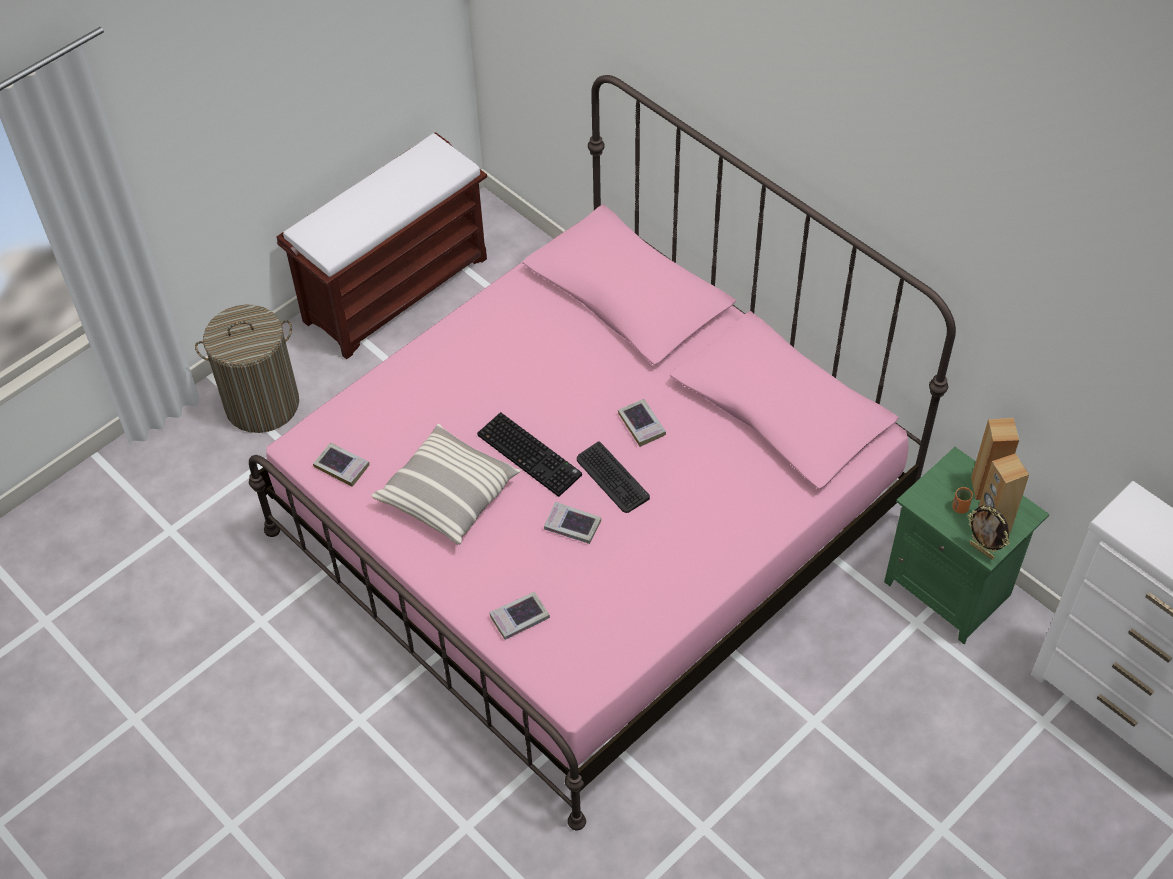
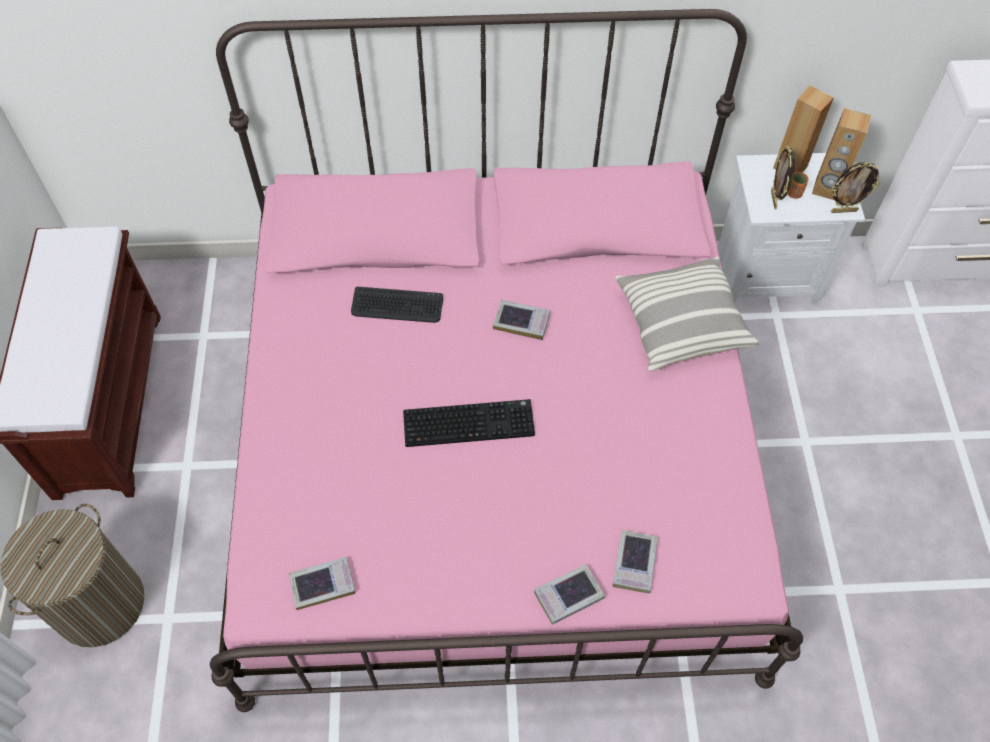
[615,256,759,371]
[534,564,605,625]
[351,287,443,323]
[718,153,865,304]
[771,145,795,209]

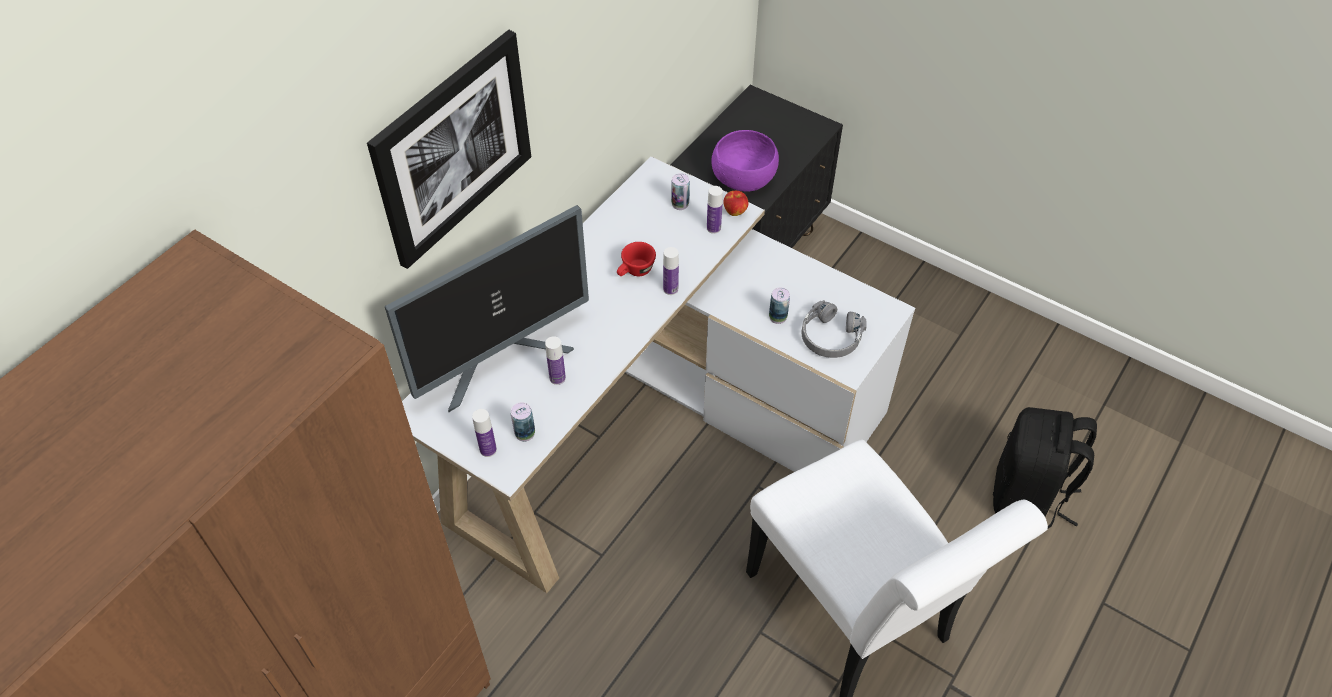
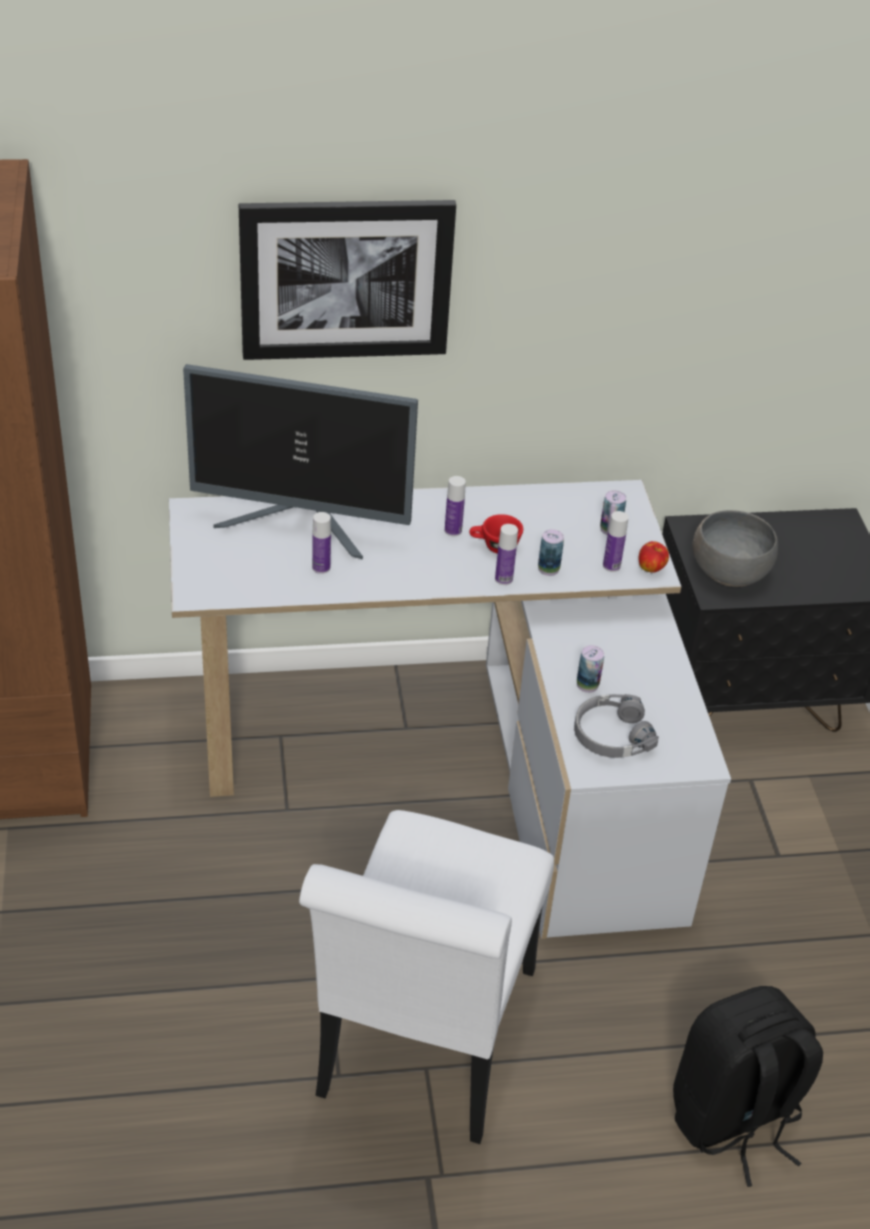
[445,476,466,536]
[538,529,564,576]
[692,510,778,587]

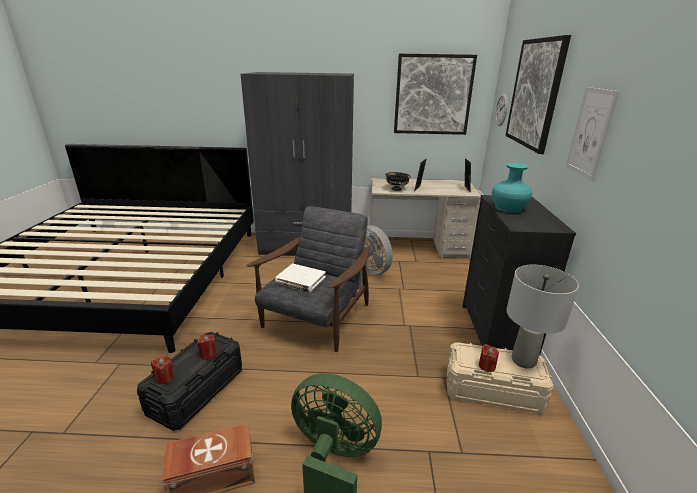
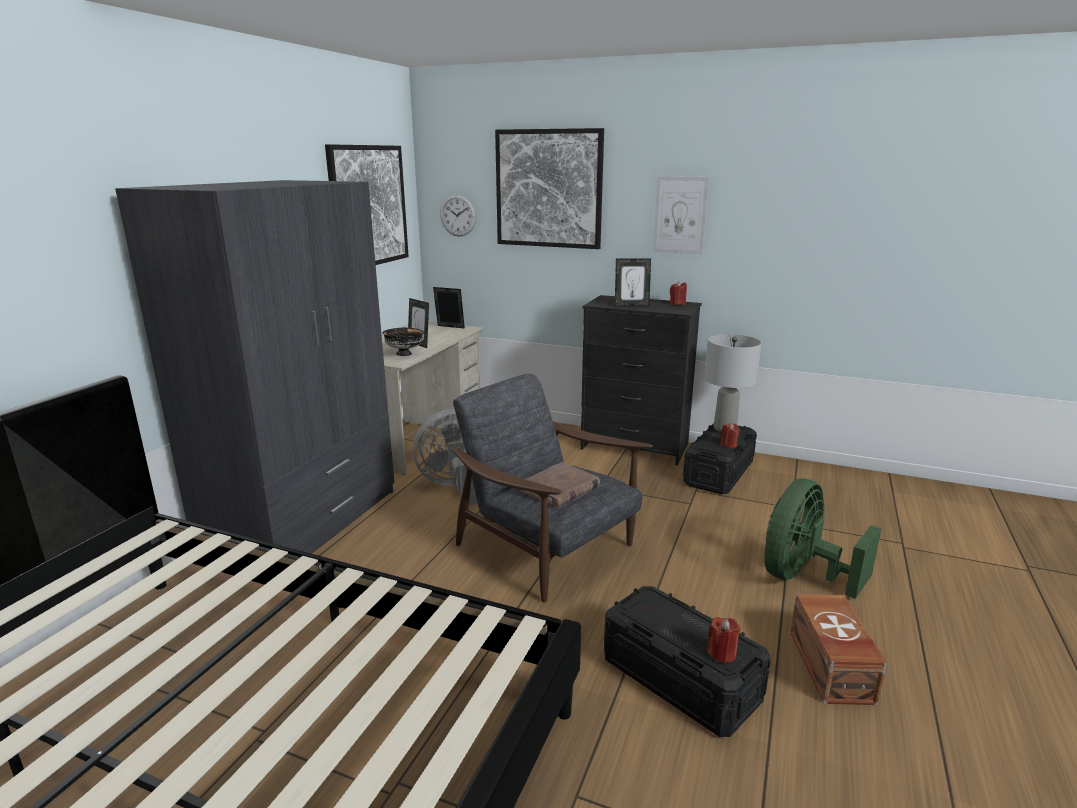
[670,281,687,305]
[520,462,600,507]
[683,423,757,494]
[615,258,651,307]

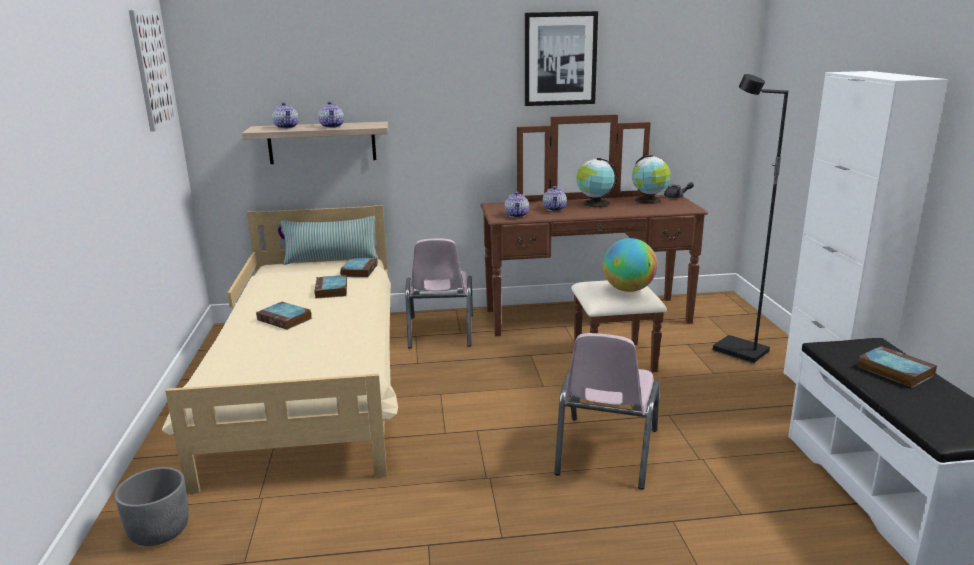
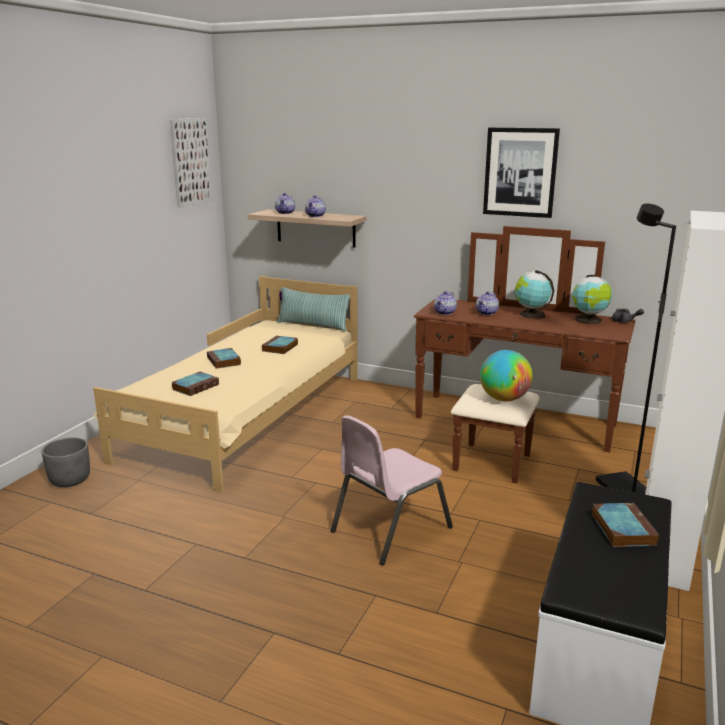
[171,372,219,396]
[405,239,473,348] (first image)

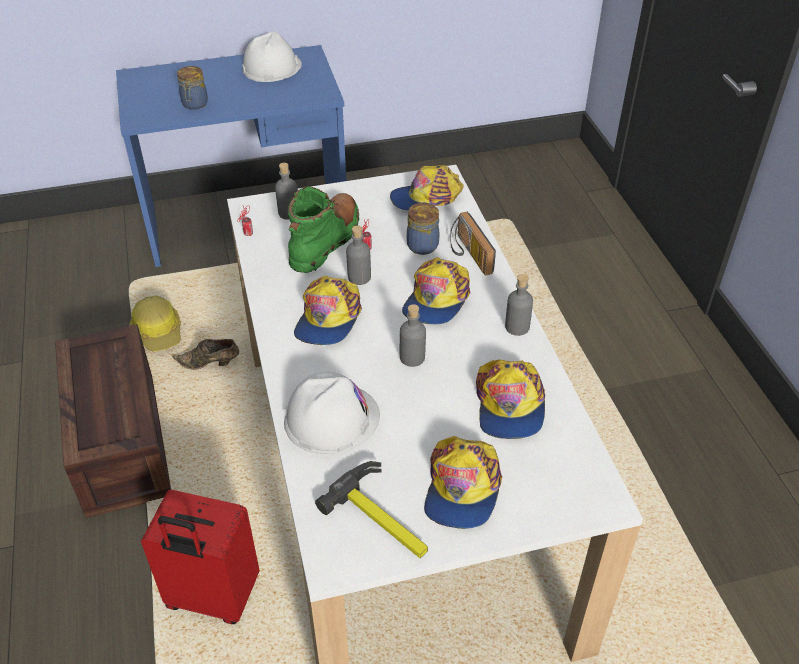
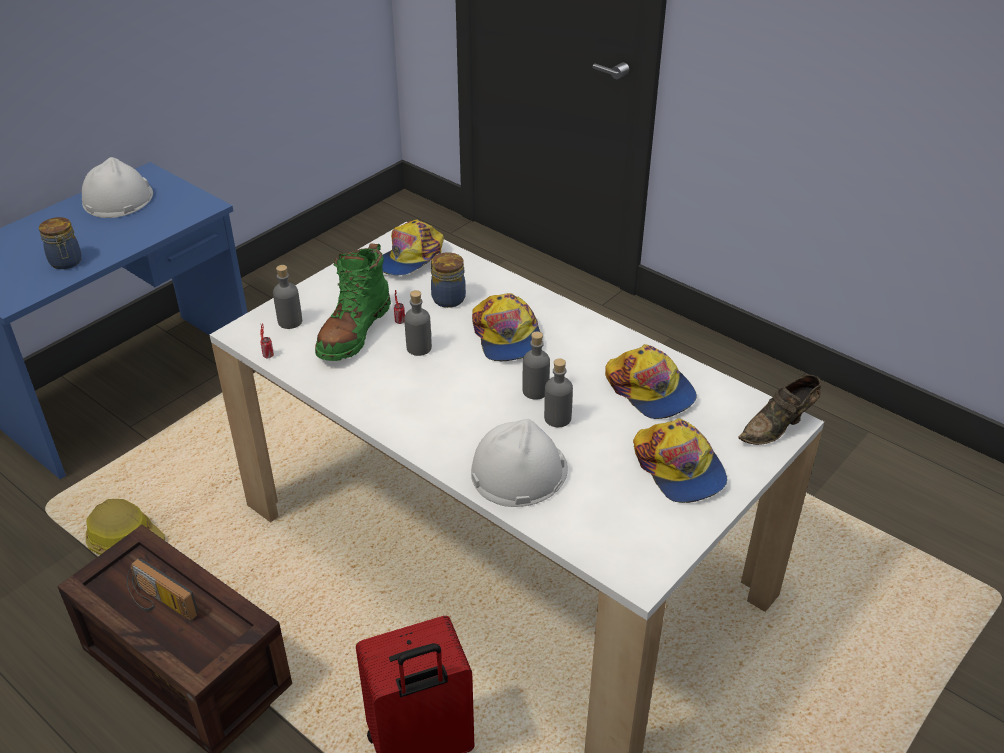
[738,375,821,445]
[315,244,391,361]
[294,276,362,345] (first image)
[315,461,428,558] (first image)
[127,559,198,621]
[544,358,573,427]

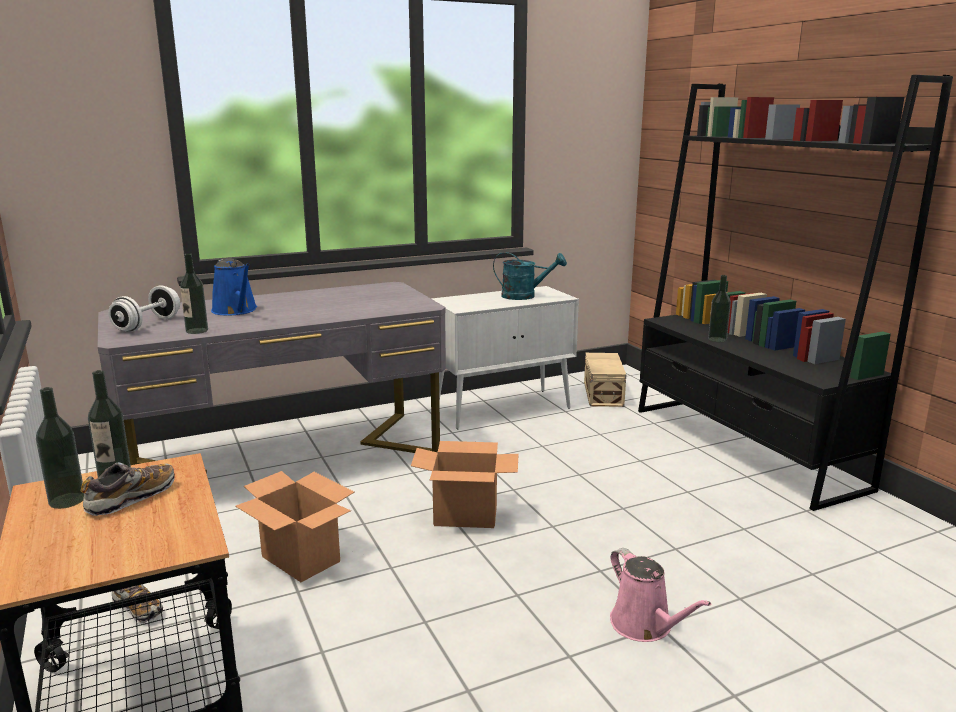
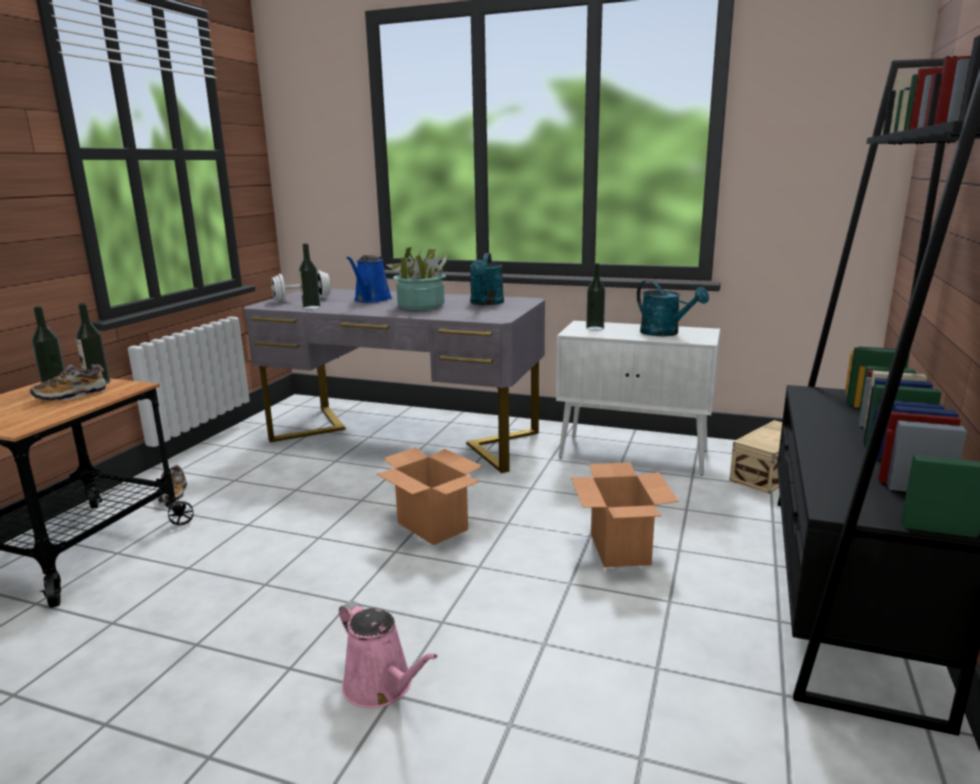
[29,364,106,401]
[571,462,679,568]
[339,601,438,708]
[586,263,605,331]
[387,247,446,310]
[469,253,504,305]

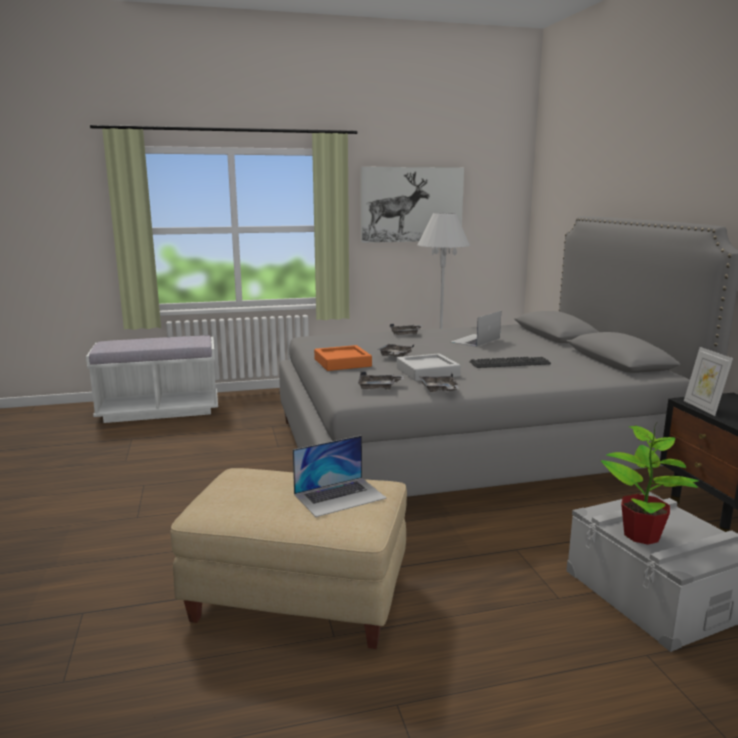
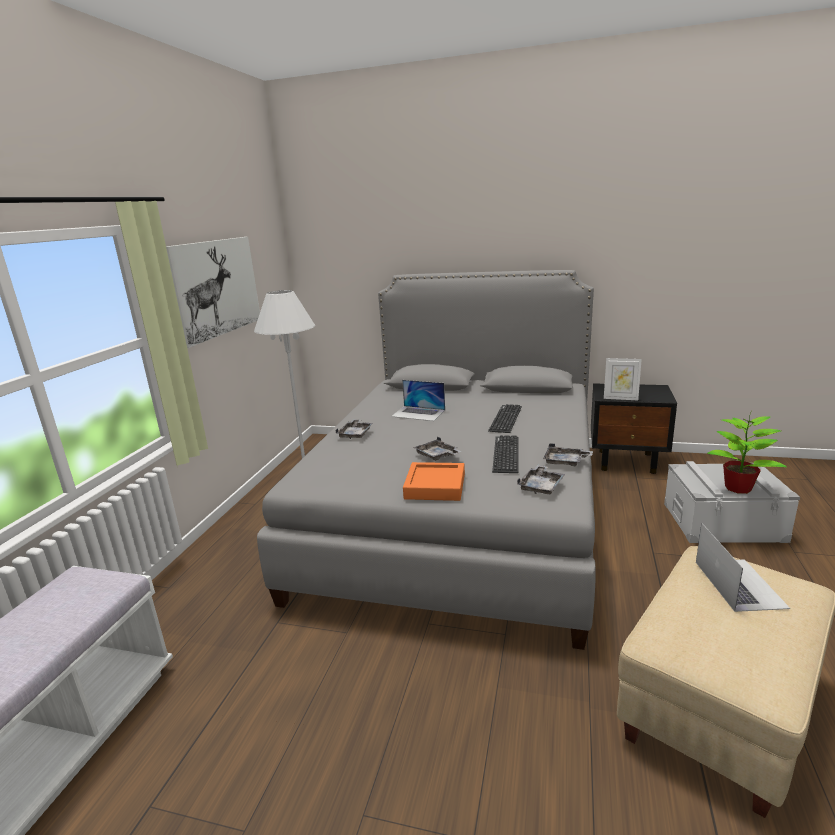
[492,435,519,473]
[391,380,445,421]

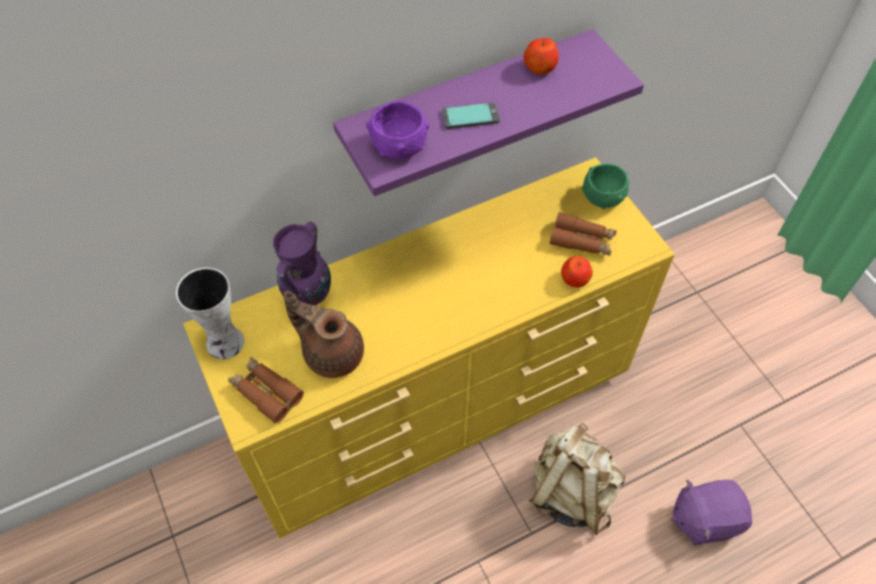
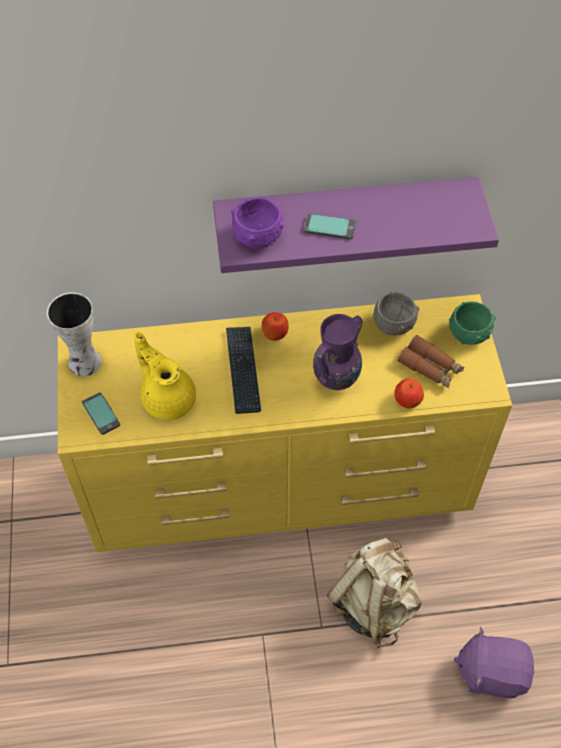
[82,392,120,435]
[313,314,362,390]
[134,332,196,420]
[262,312,289,341]
[226,327,261,414]
[373,292,419,335]

